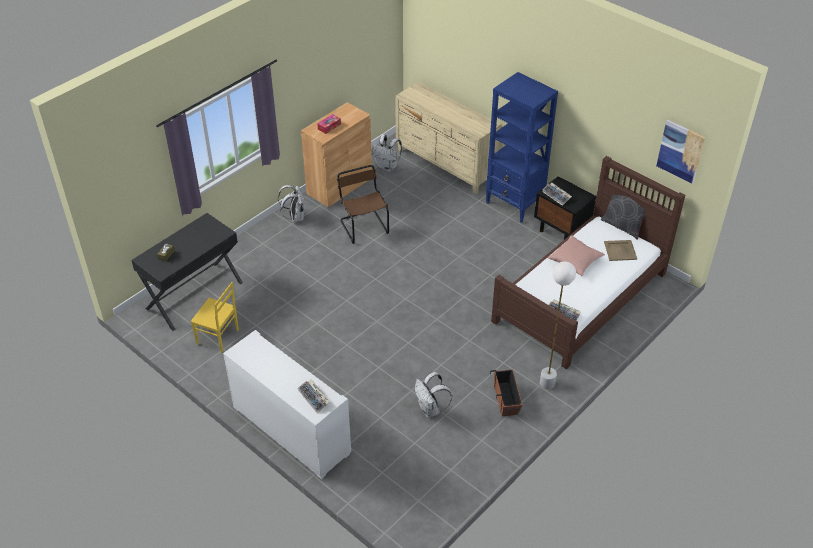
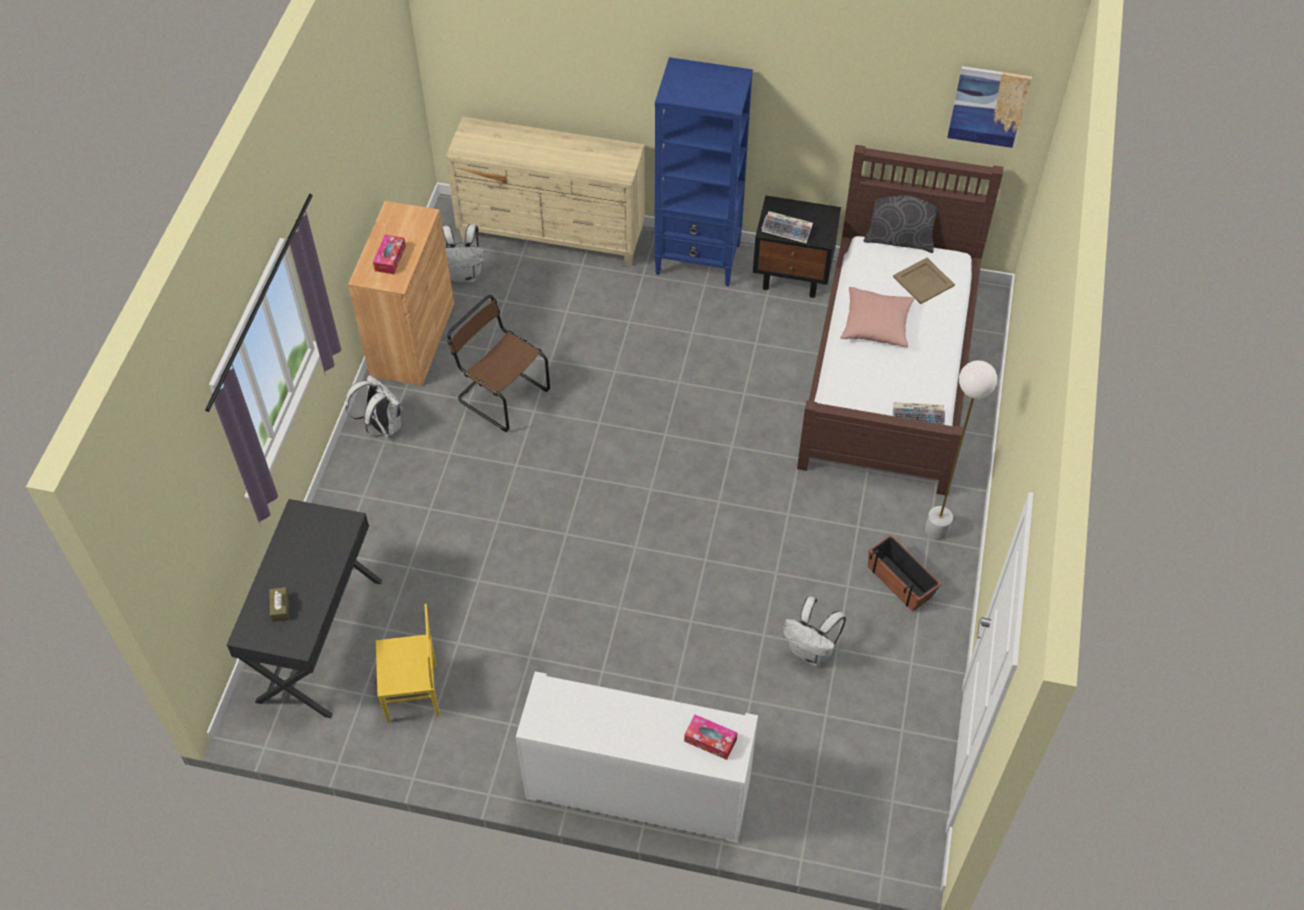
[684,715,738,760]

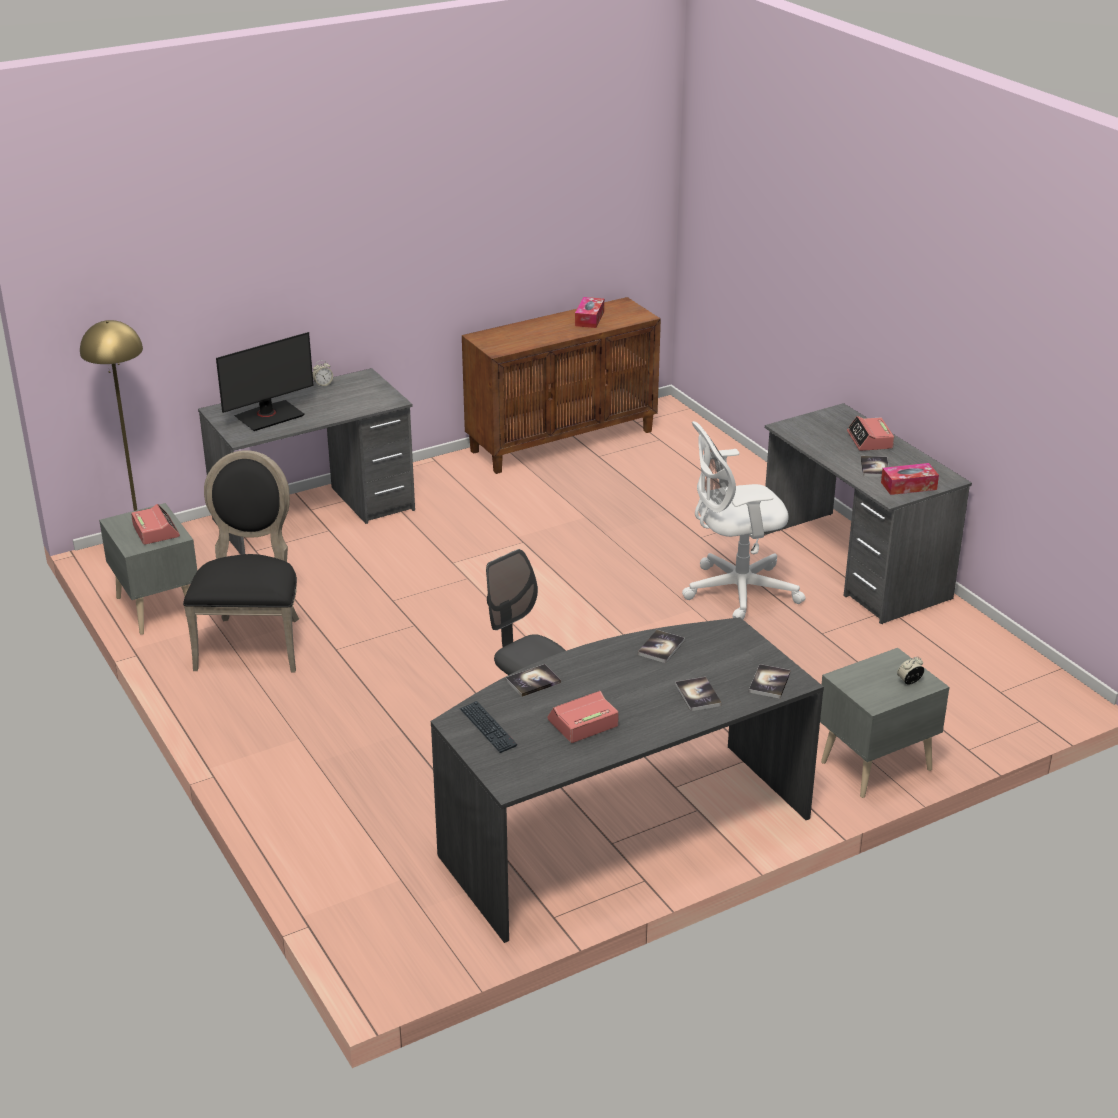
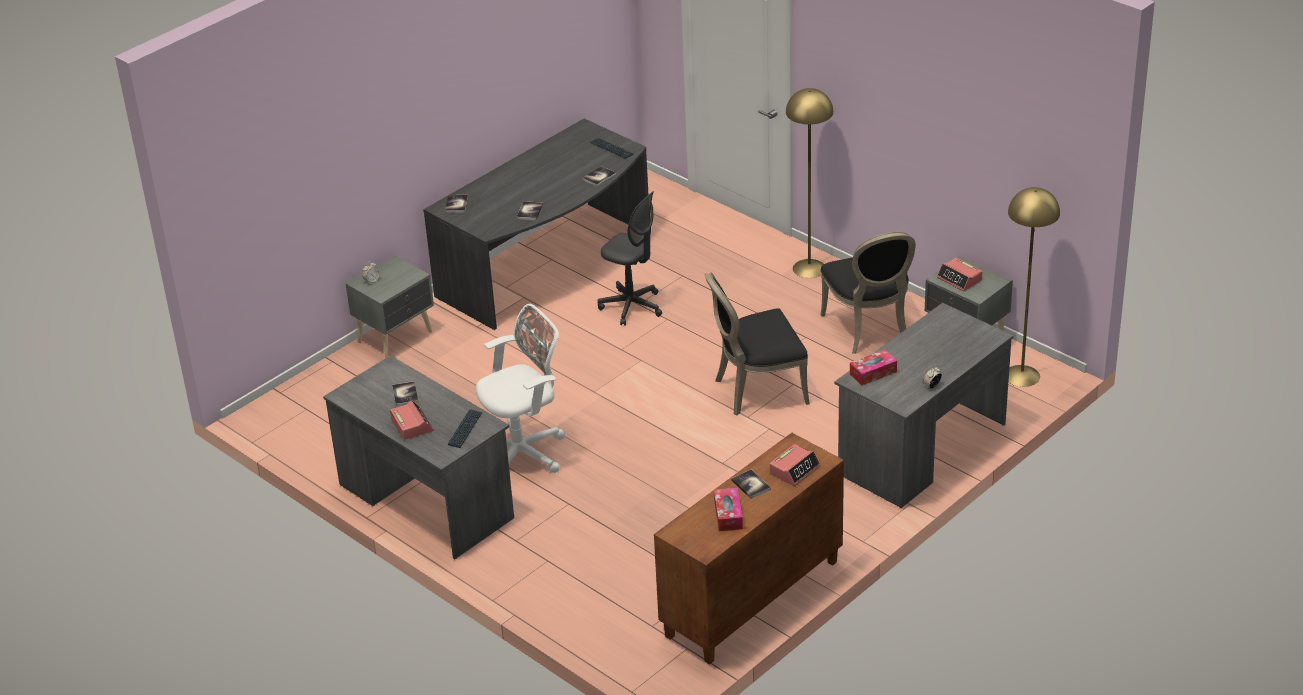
[216,332,314,431] (first image)
[769,444,820,486]
[731,470,771,499]
[850,350,897,385]
[448,409,483,448]
[704,272,810,416]
[786,88,833,278]

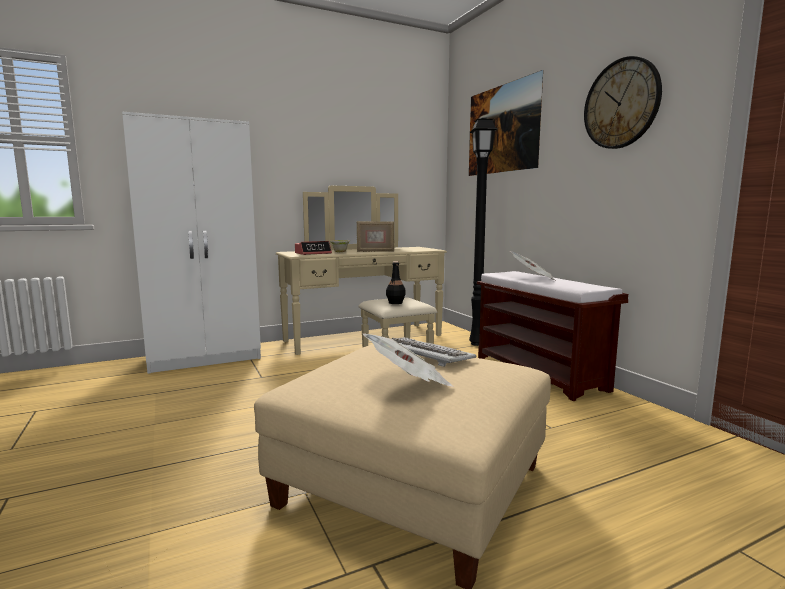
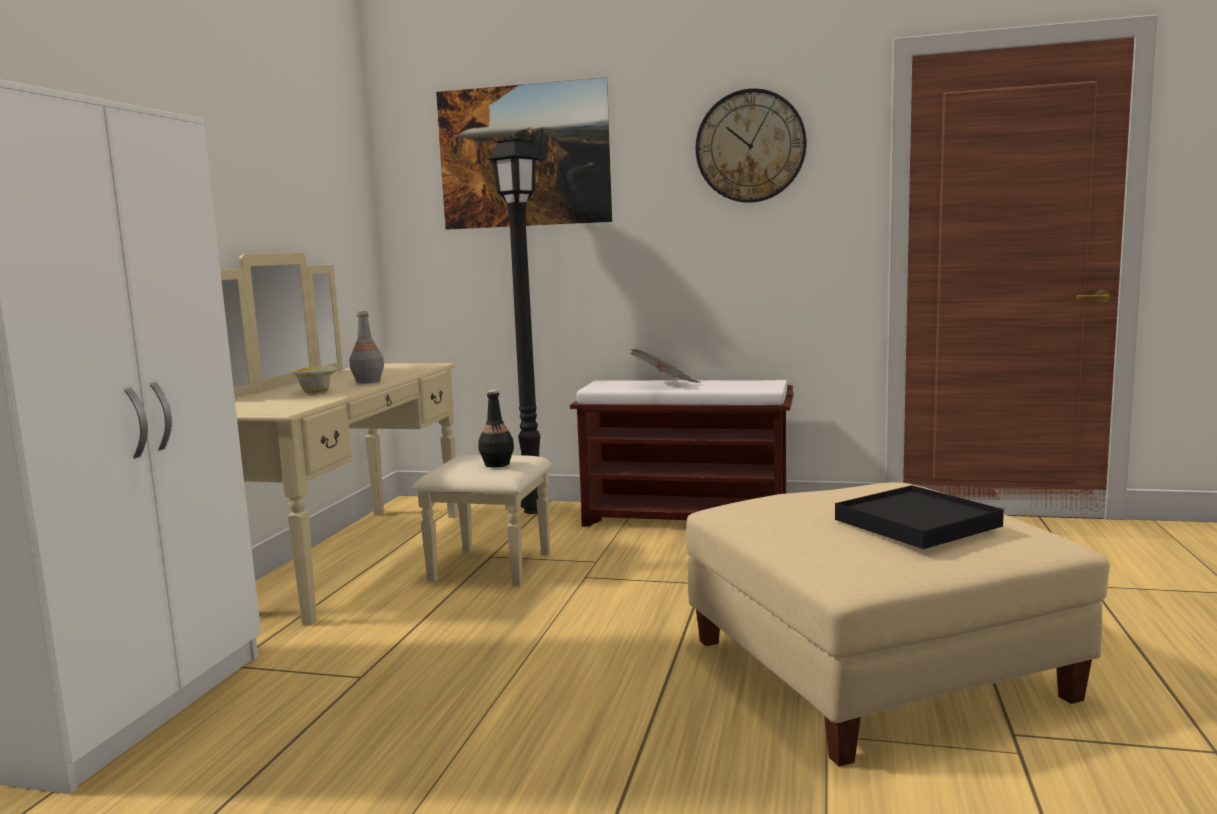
[295,241,332,255] (first image)
[350,310,384,384]
[835,485,1004,549]
[390,337,476,367] (first image)

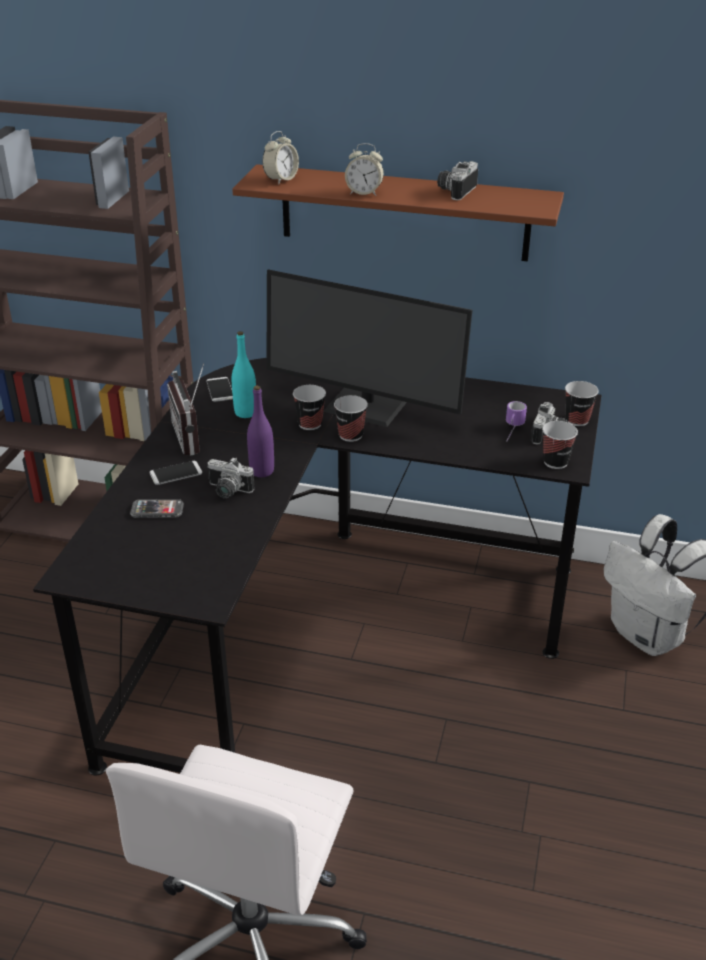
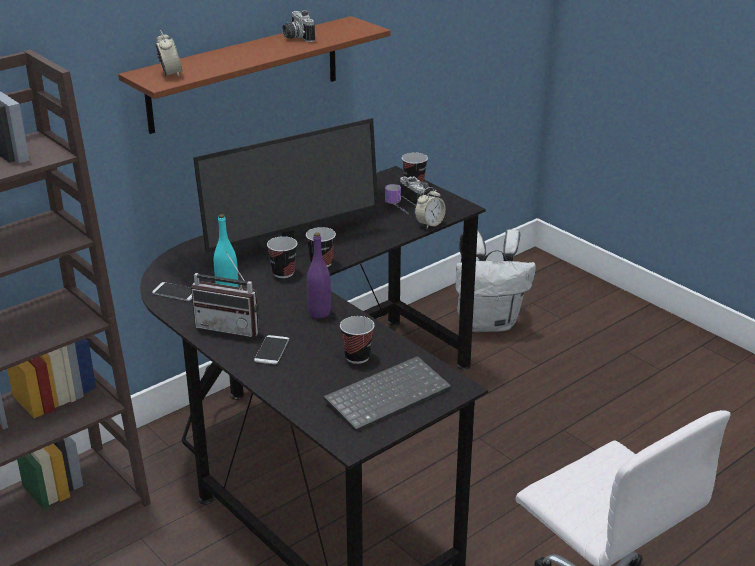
[130,499,184,518] (first image)
[207,457,255,499] (first image)
[415,187,446,229]
[340,316,375,364]
[324,356,451,432]

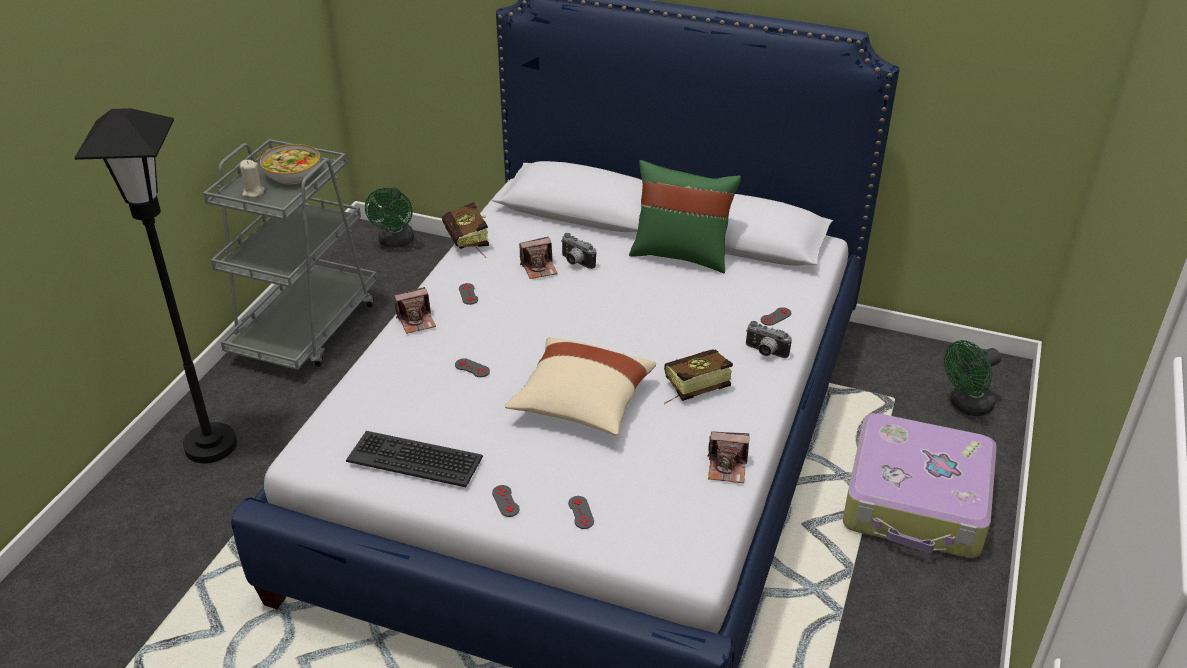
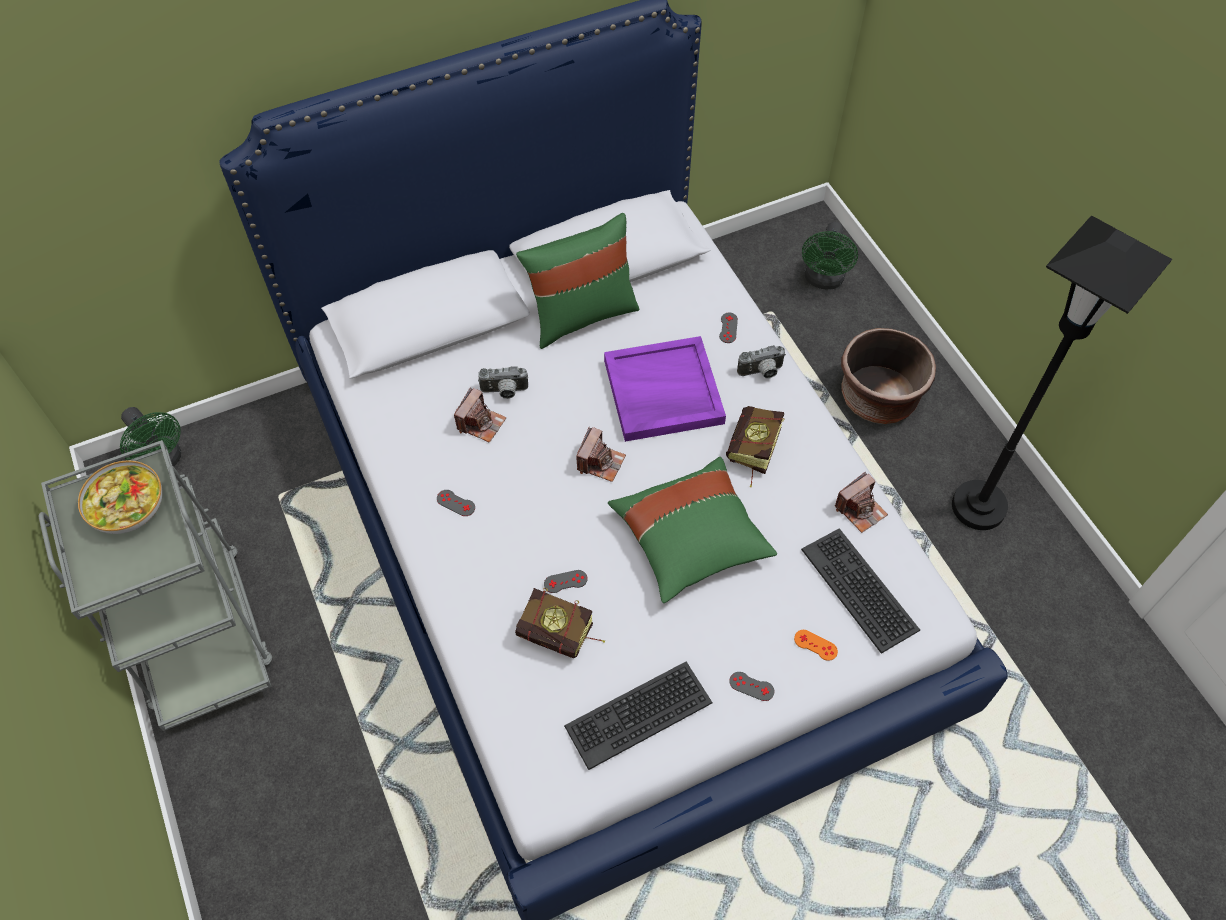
[952,215,1172,530]
[240,160,265,197] (first image)
[576,426,626,482]
[515,588,605,658]
[608,457,777,603]
[794,630,838,661]
[841,328,936,424]
[604,336,726,442]
[801,528,920,654]

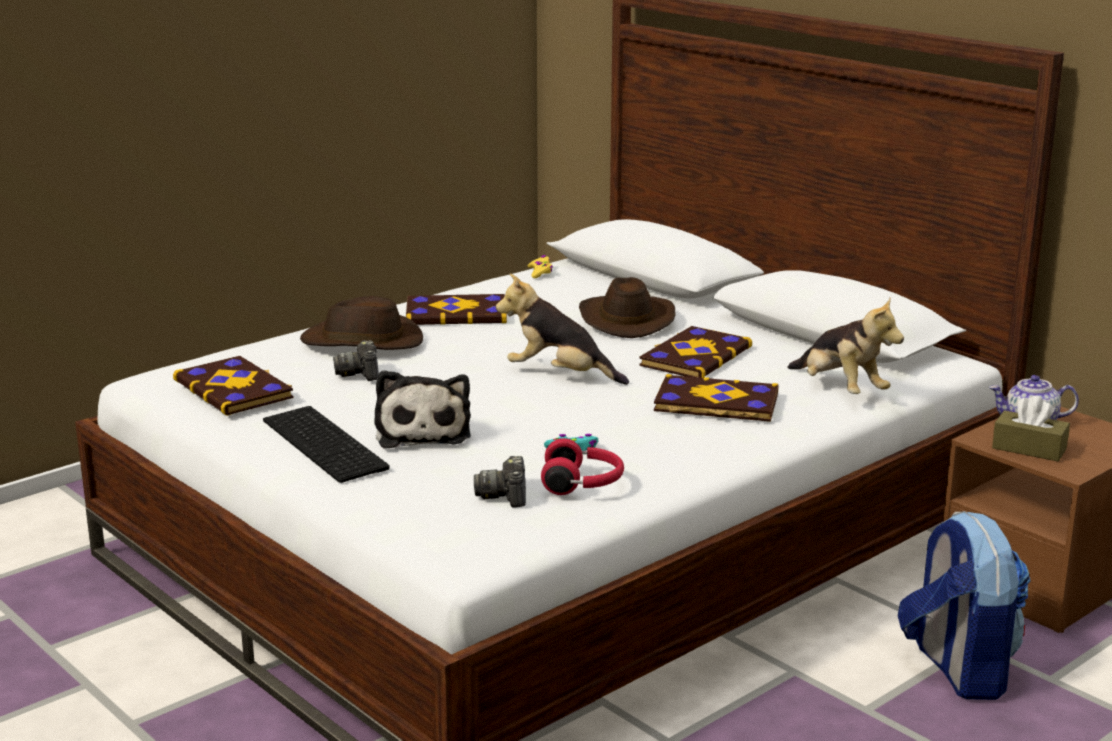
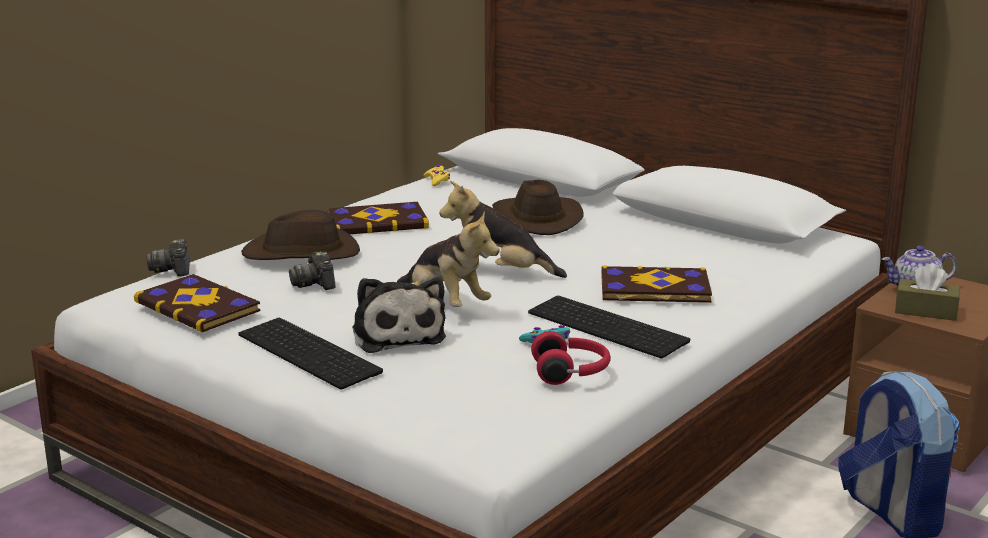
[147,239,190,277]
[639,326,752,378] (first image)
[397,211,500,307]
[528,296,690,358]

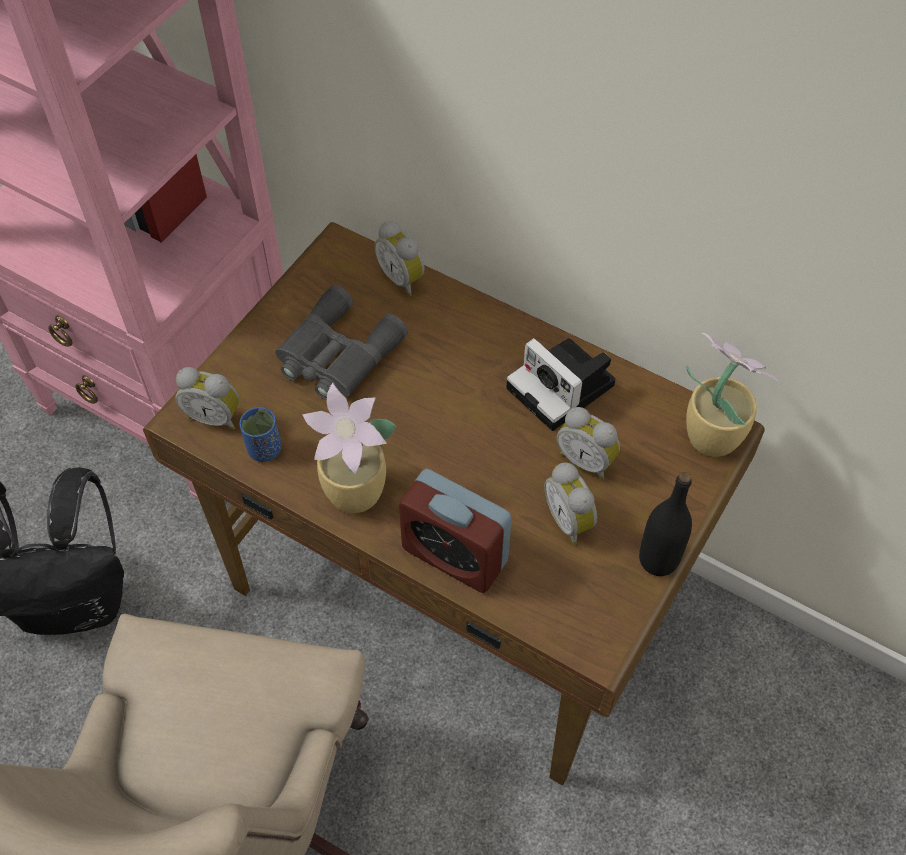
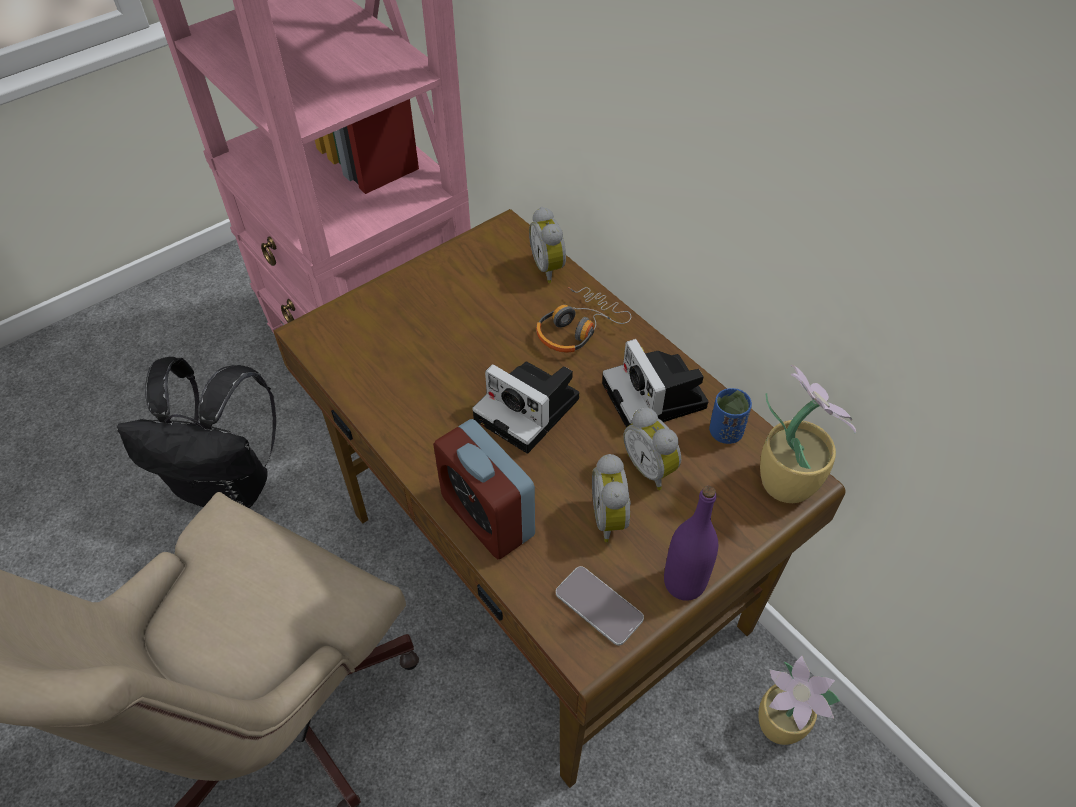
[175,367,239,430] (first image)
[709,388,752,444]
[275,285,408,400] (first image)
[758,656,840,745]
[664,486,718,601]
[472,362,579,454]
[536,287,631,353]
[556,566,644,646]

